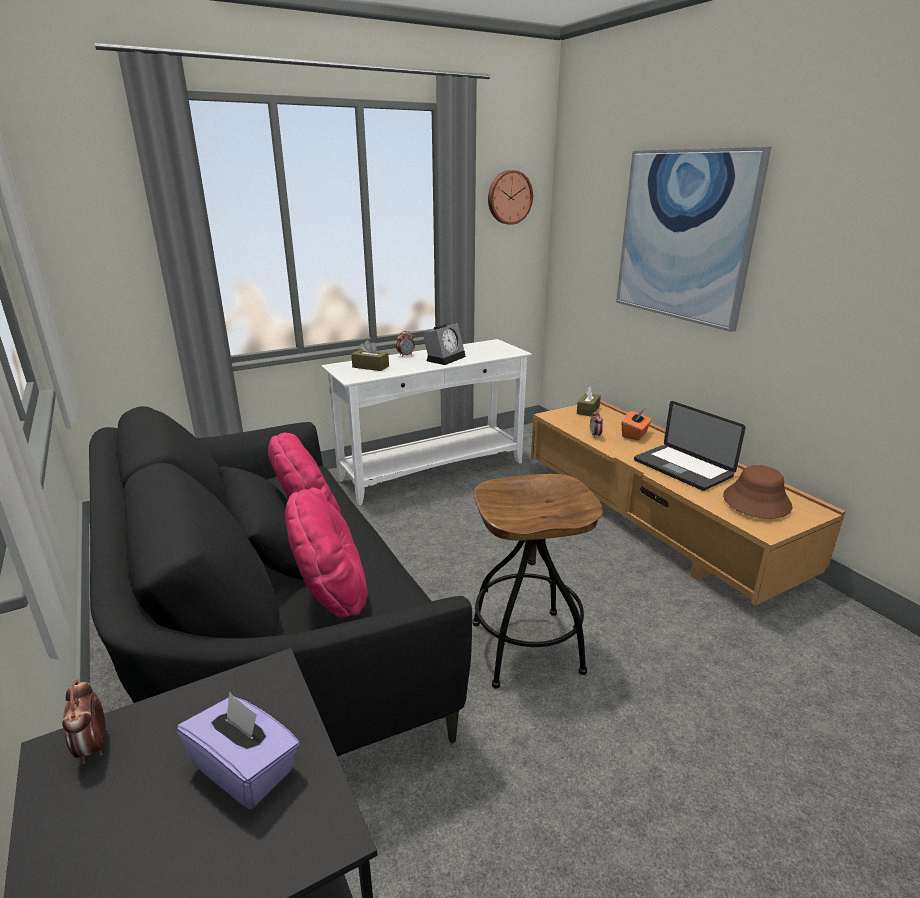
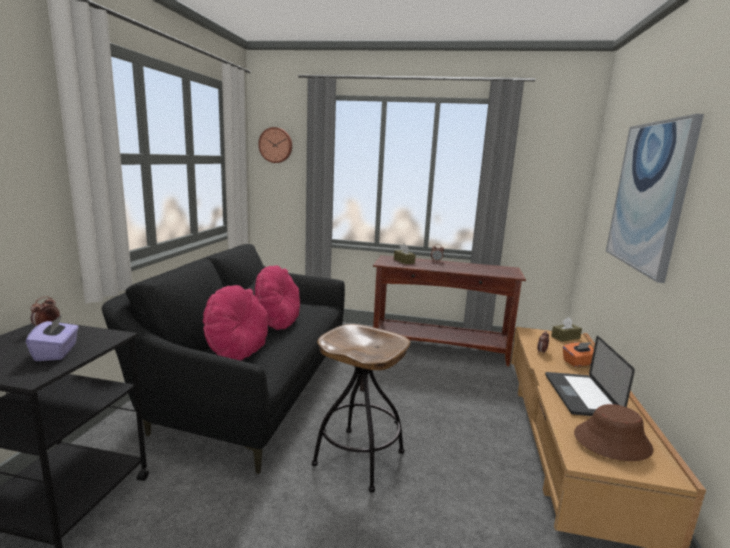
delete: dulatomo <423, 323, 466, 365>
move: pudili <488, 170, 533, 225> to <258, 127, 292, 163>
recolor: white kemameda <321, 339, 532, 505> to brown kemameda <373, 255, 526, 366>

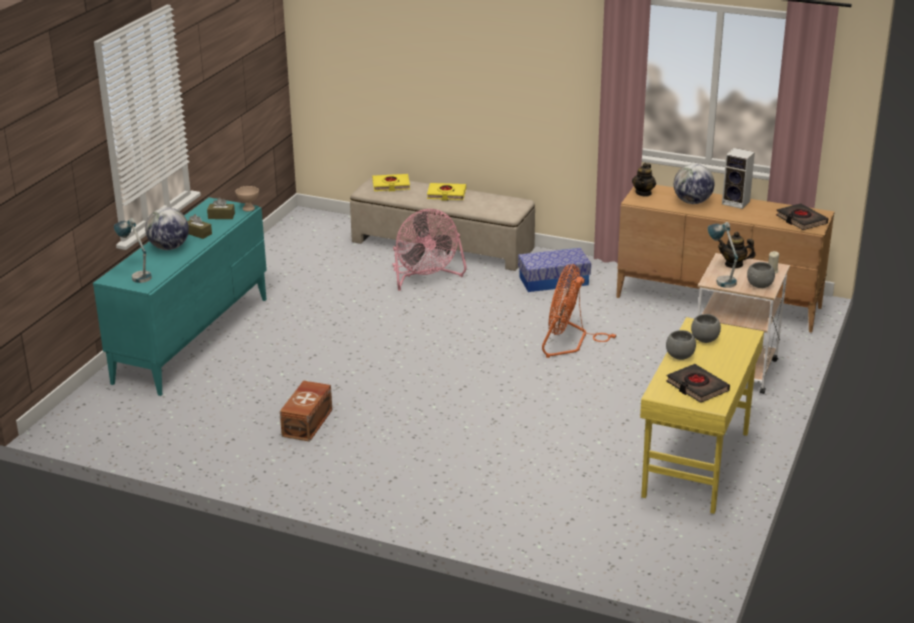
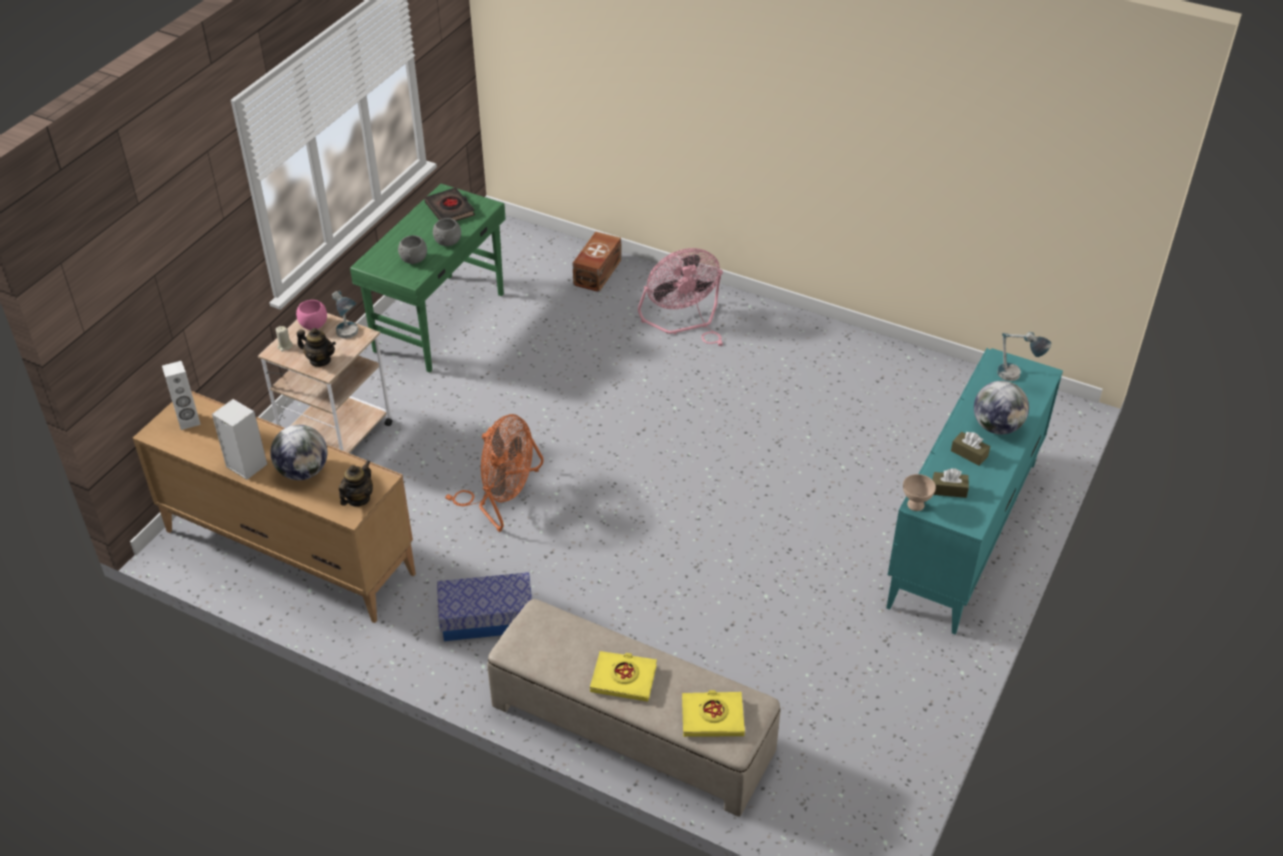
move: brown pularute <280, 381, 332, 442> to <573, 231, 621, 292>; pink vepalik <393, 209, 466, 291> to <638, 248, 723, 346>
replace: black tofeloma <776, 203, 828, 230> to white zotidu <162, 361, 201, 430>
recolor: yellow kemameda <640, 317, 764, 514> to green kemameda <350, 184, 506, 373>; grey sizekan <747, 262, 775, 288> to pink sizekan <296, 300, 327, 330>

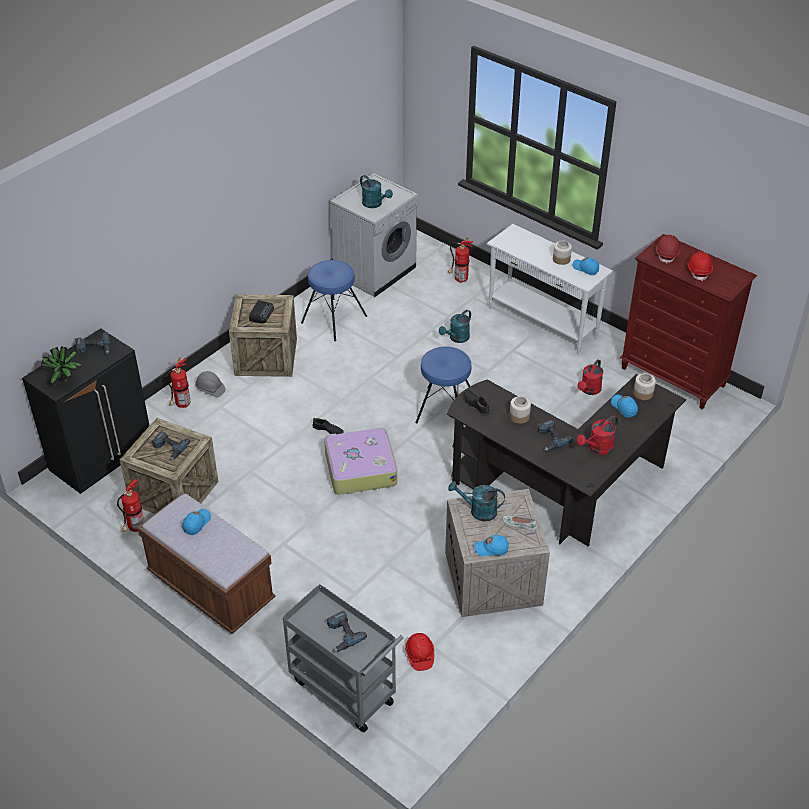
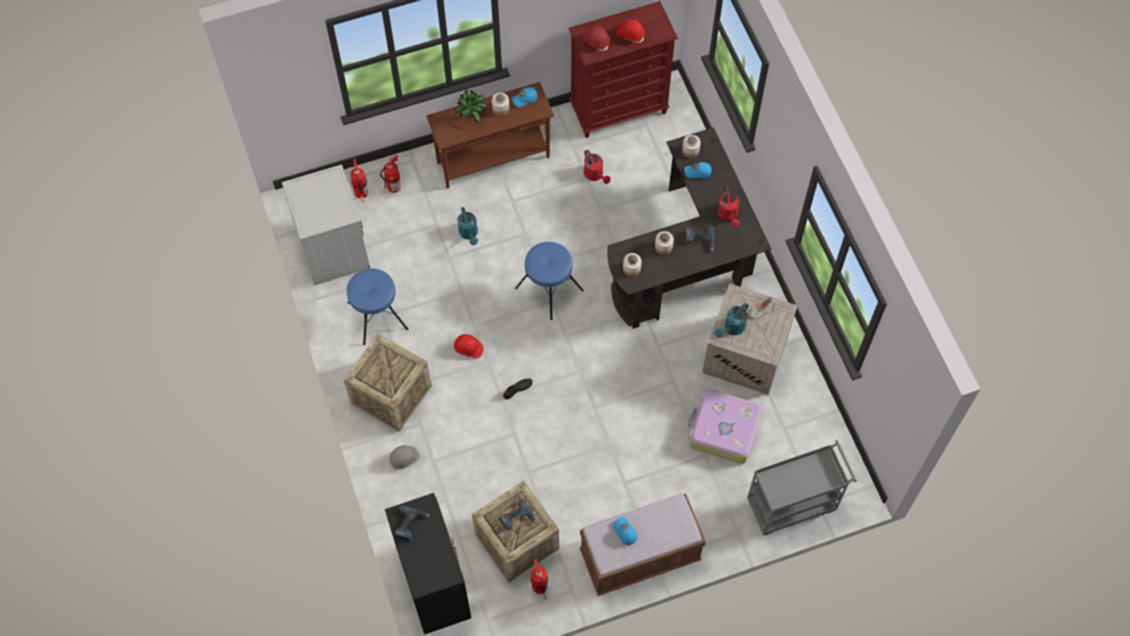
delete: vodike <249, 300, 274, 323>; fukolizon <327, 611, 367, 652>; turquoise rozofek <360, 175, 393, 208>; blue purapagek <474, 535, 509, 556>
move: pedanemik <41, 346, 82, 385> to <454, 90, 486, 123>; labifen <165, 358, 191, 408> to <350, 159, 368, 202>; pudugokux <324, 427, 397, 495> to <688, 389, 762, 464>; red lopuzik <405, 633, 434, 671> to <454, 334, 484, 358>
replace: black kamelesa <464, 390, 490, 416> to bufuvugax <623, 253, 642, 277>
recolor: white kemameda <487, 224, 613, 354> to brown kemameda <426, 82, 554, 189>

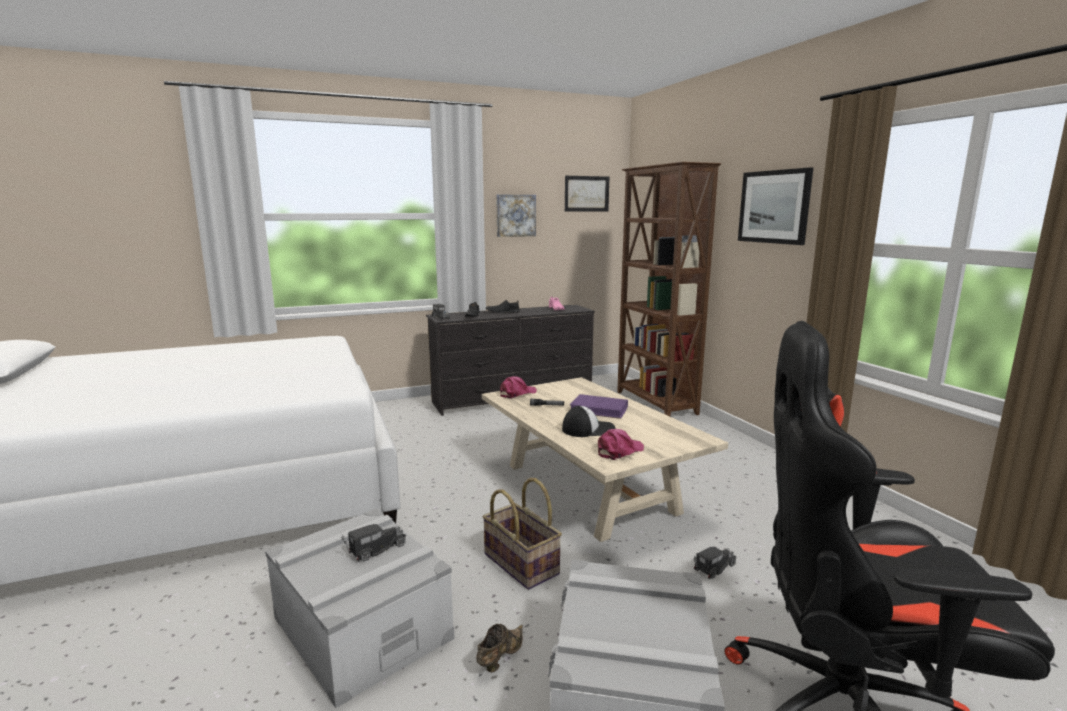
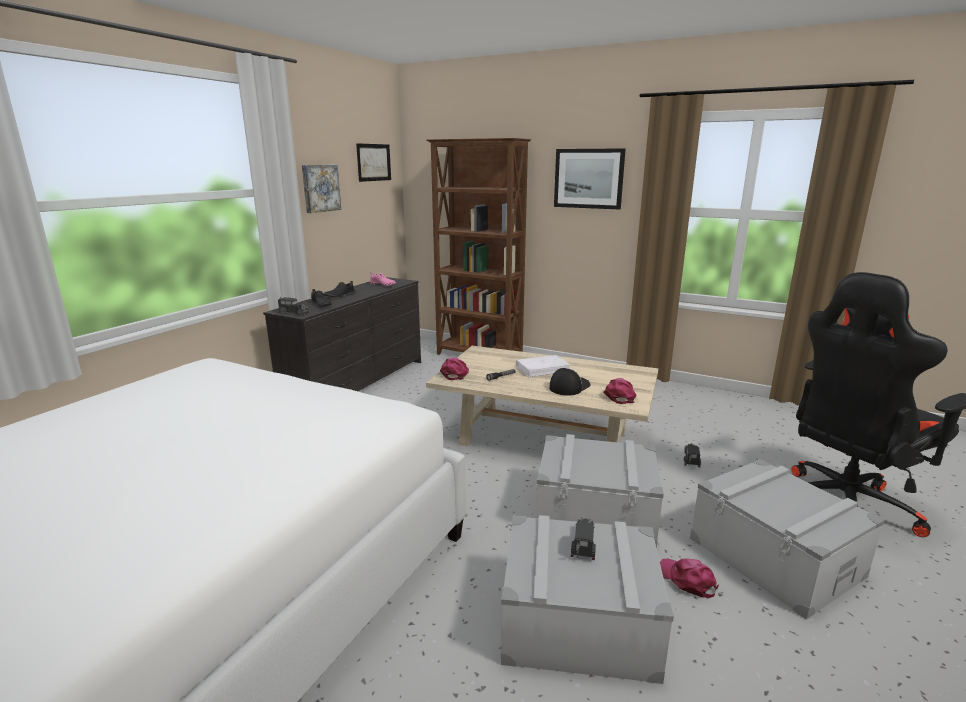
replace: brown kamelesa <476, 624, 523, 672> to pink purapagek <660, 558, 719, 598>; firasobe <483, 478, 562, 590> to grey pularute <536, 434, 664, 548>
recolor: purple tofeloma <570, 394, 628, 419> to white tofeloma <516, 355, 570, 377>

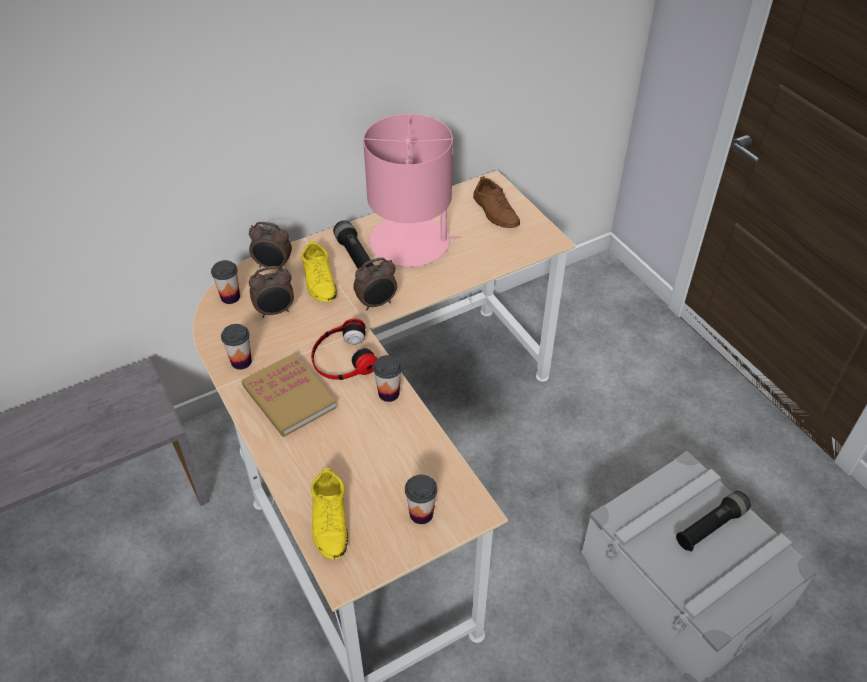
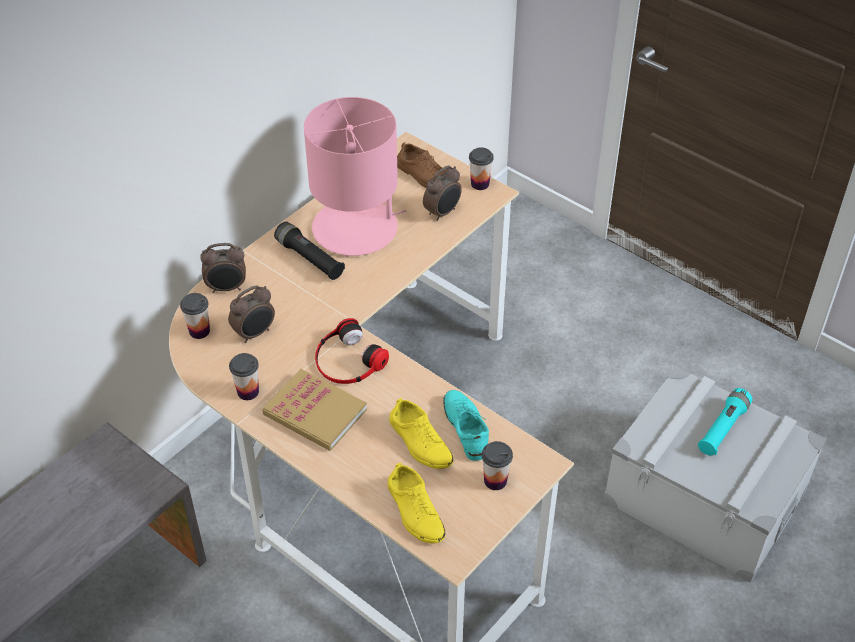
insert: turquoise kamelesa <443, 390, 489, 461>
move: yellow kamelesa <301, 240, 336, 302> to <389, 398, 453, 469>; dulatomo <353, 258, 397, 311> to <423, 165, 462, 221>; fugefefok <373, 355, 402, 402> to <469, 147, 494, 190>
recolor: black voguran <676, 491, 751, 552> to turquoise voguran <698, 388, 752, 455>

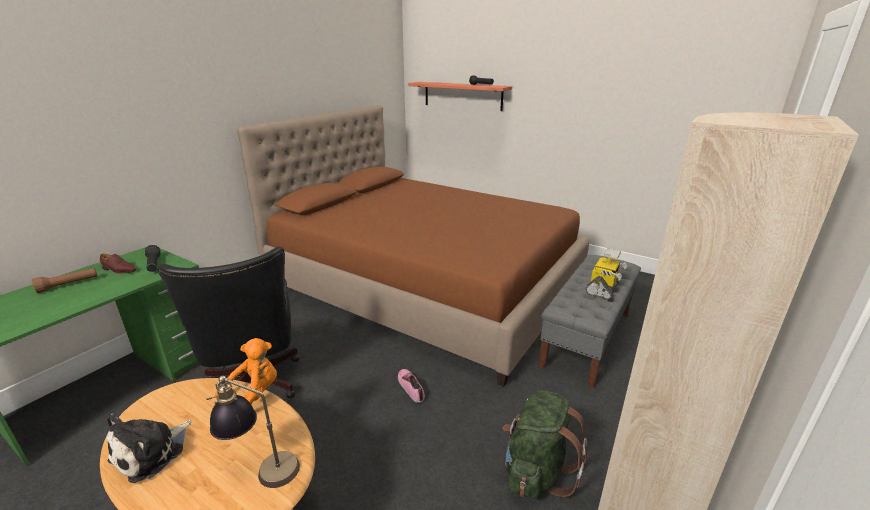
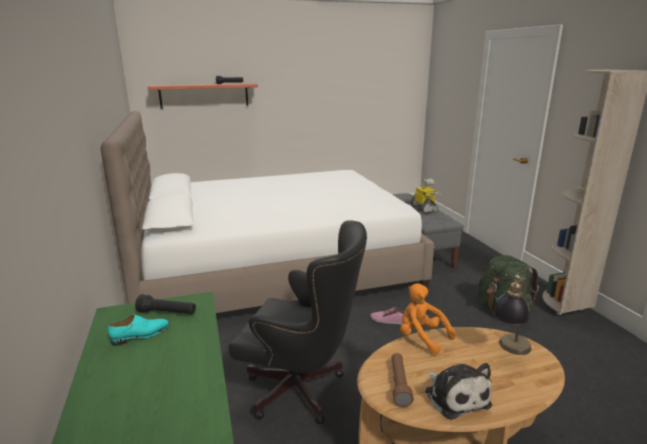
move: brown voguran <32, 268, 97, 293> to <391, 353, 414, 407>
recolor: brown kamelesa <100, 254, 136, 274> to turquoise kamelesa <108, 315, 169, 346>; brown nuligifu <237, 105, 589, 387> to white nuligifu <101, 111, 434, 313>
rotate: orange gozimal <215, 338, 277, 404> = <400, 283, 456, 355> 45 degrees counterclockwise

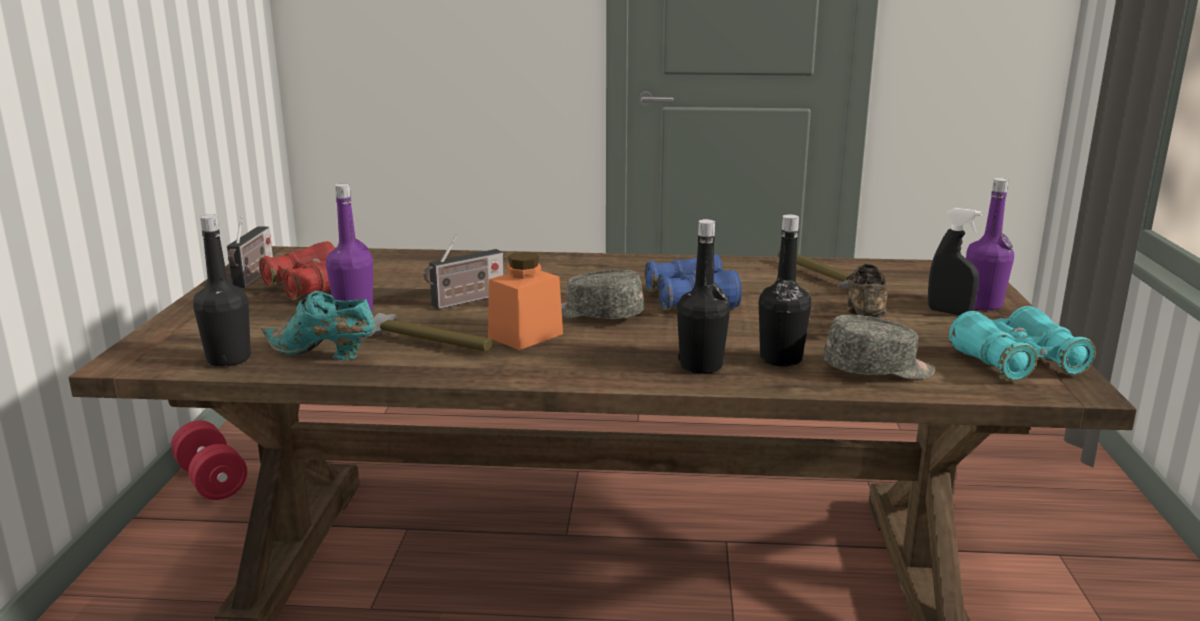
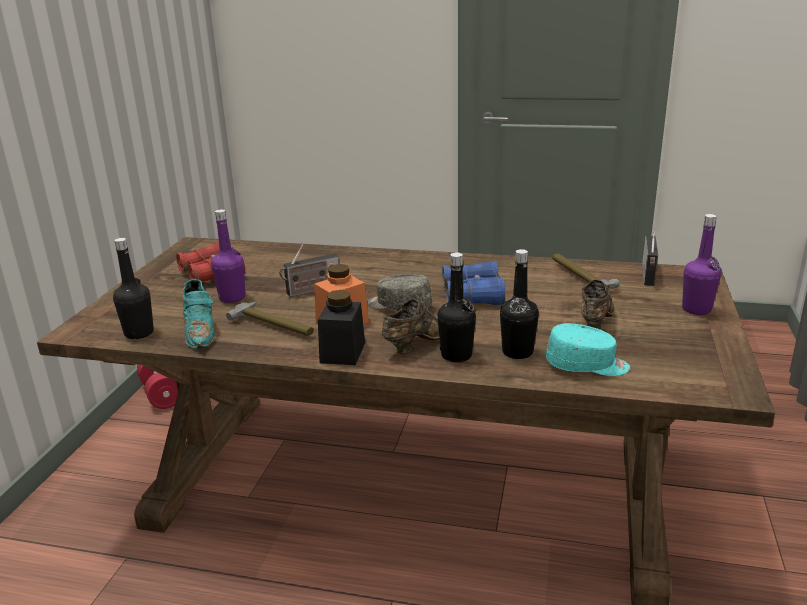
delete: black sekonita <928, 208, 982, 315>; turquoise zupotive <949, 306, 1096, 381>
insert: black bufuvugax <318, 290, 365, 365>; brown kamelesa <382, 299, 440, 354>
move: vodike <227, 216, 273, 288> to <642, 231, 658, 286>
recolor: grey purapagek <824, 315, 935, 380> to turquoise purapagek <546, 323, 630, 376>
rotate: turquoise kamelesa <261, 291, 375, 360> = <183, 279, 215, 349> 135 degrees counterclockwise

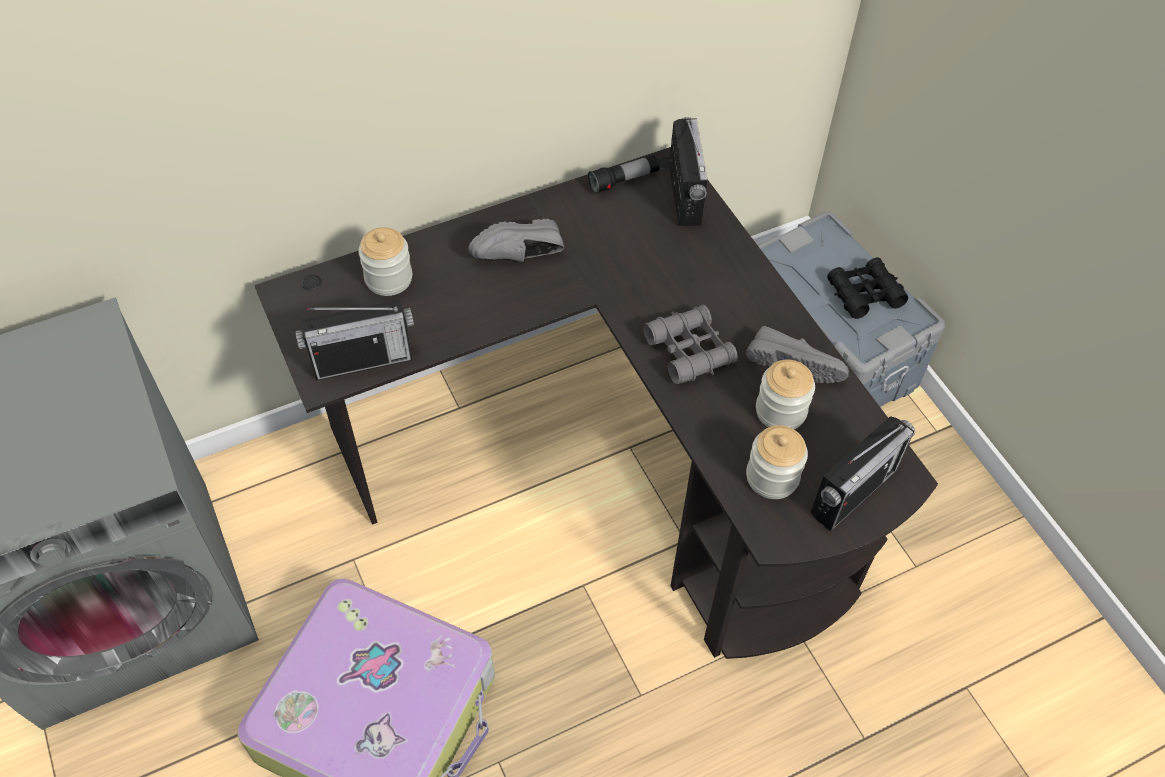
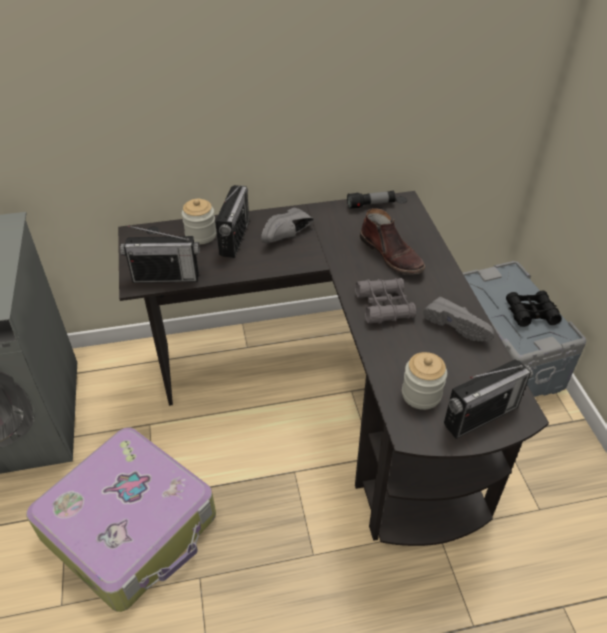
delete: bufuvugax <756, 360, 815, 430>
insert: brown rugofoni <360, 208, 425, 275>
move: vodike <669, 117, 708, 226> to <215, 185, 249, 258>
rotate: grey kamelesa <468, 219, 564, 262> = <261, 208, 314, 244> 45 degrees counterclockwise

